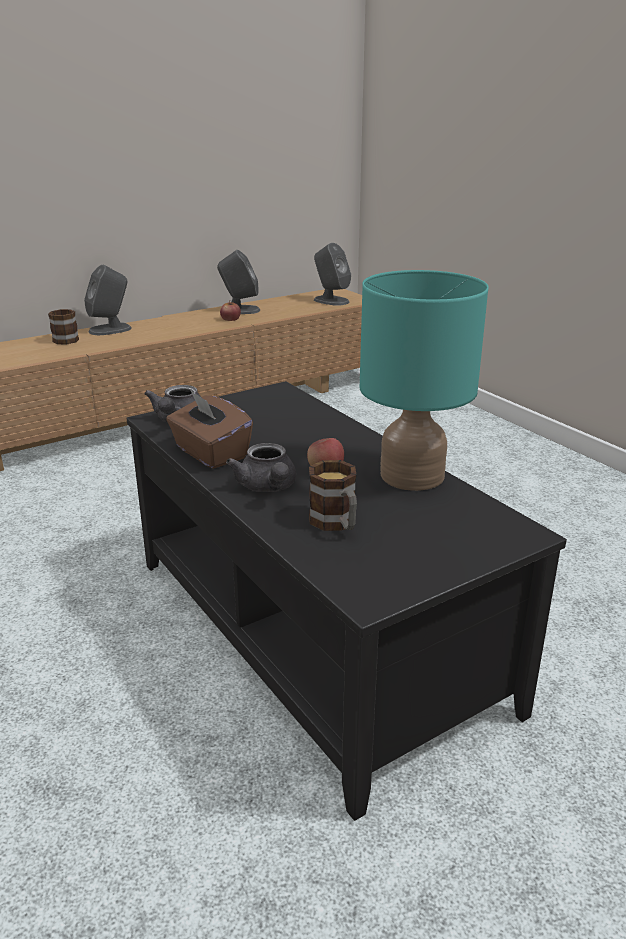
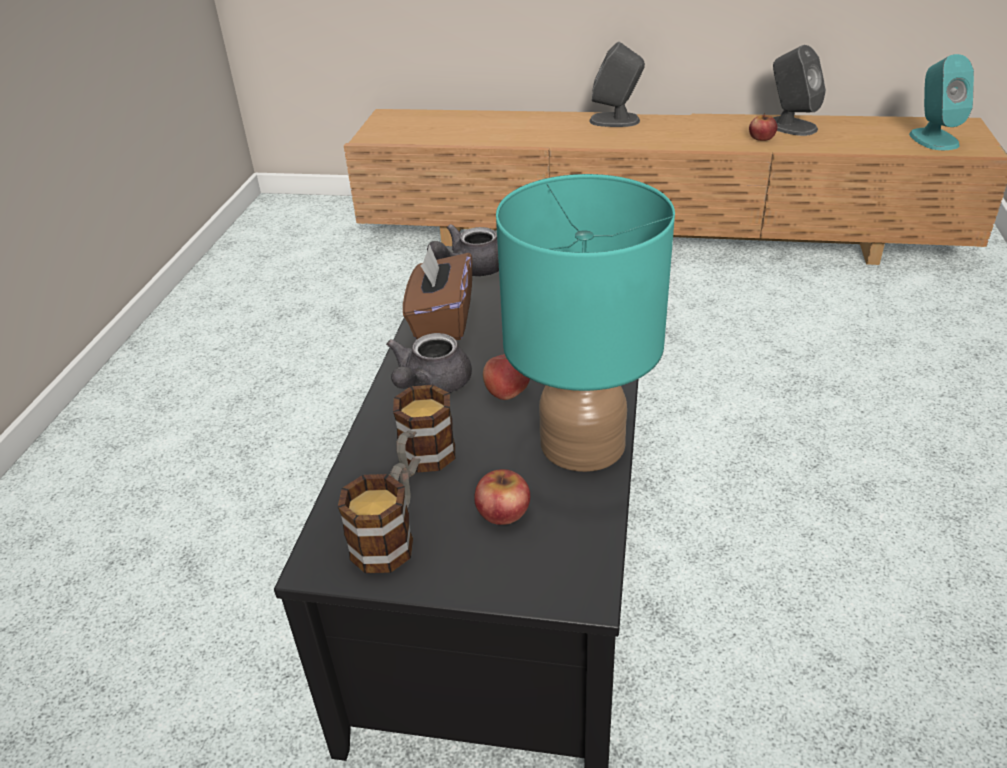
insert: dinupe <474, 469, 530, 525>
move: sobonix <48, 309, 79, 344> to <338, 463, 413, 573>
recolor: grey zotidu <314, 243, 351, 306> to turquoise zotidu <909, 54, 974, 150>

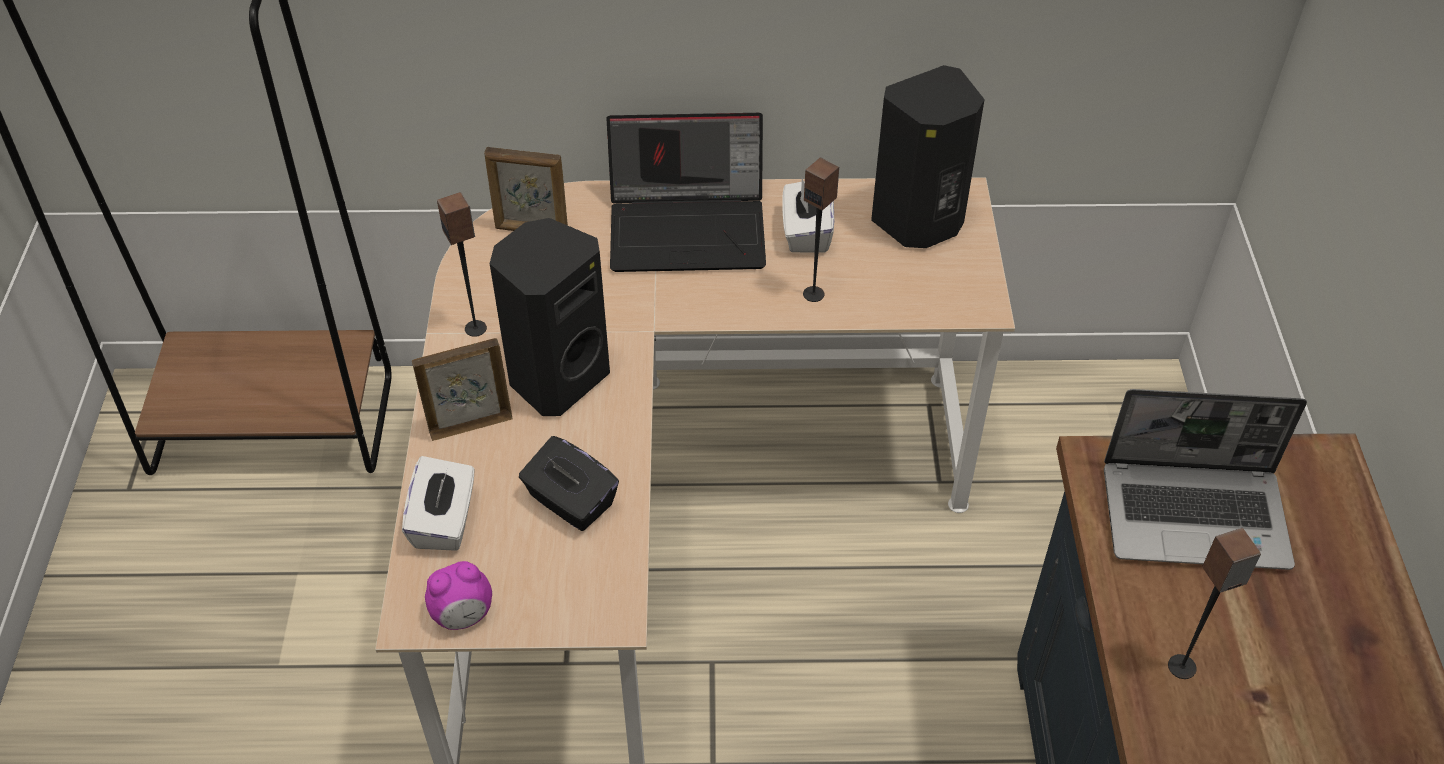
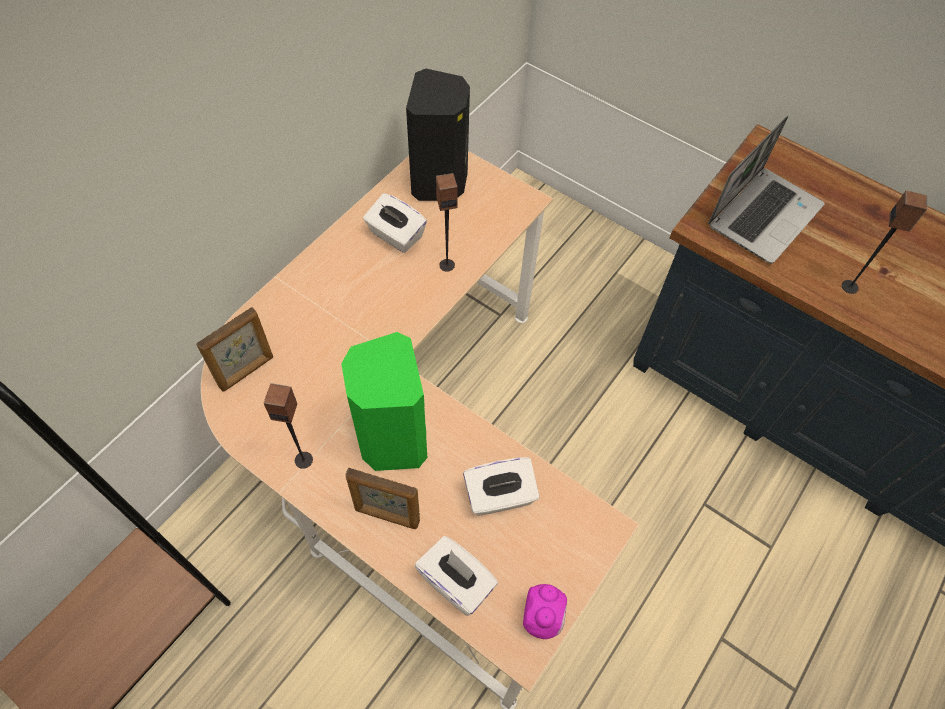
delete: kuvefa <606, 113, 766, 272>
recolor: black zotidu <490, 218, 610, 416> to green zotidu <341, 332, 427, 471>; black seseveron <519, 436, 619, 531> to white seseveron <463, 457, 540, 516>
rotate: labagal <412, 338, 513, 441> = <345, 468, 420, 529> 90 degrees counterclockwise

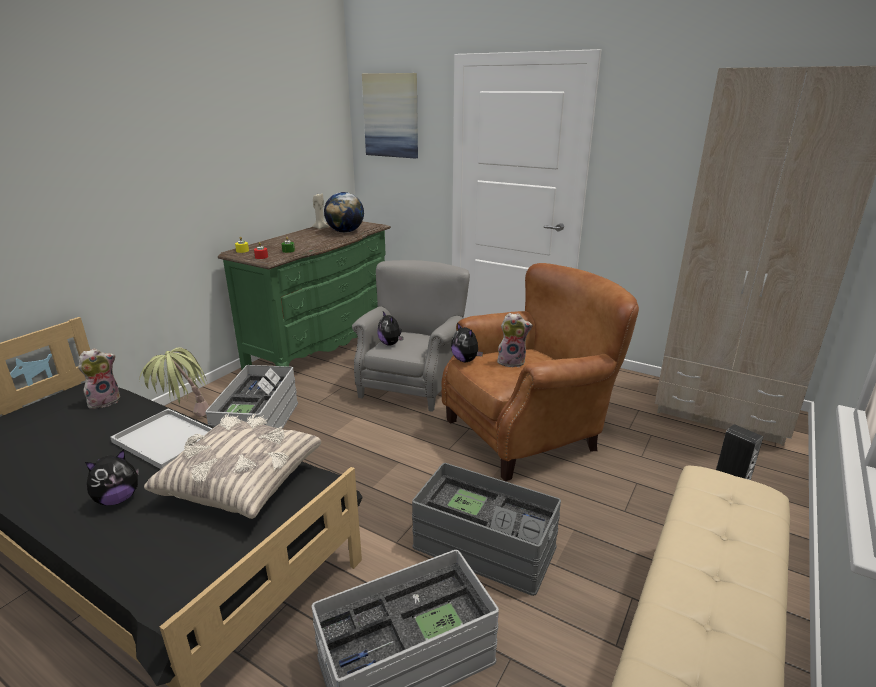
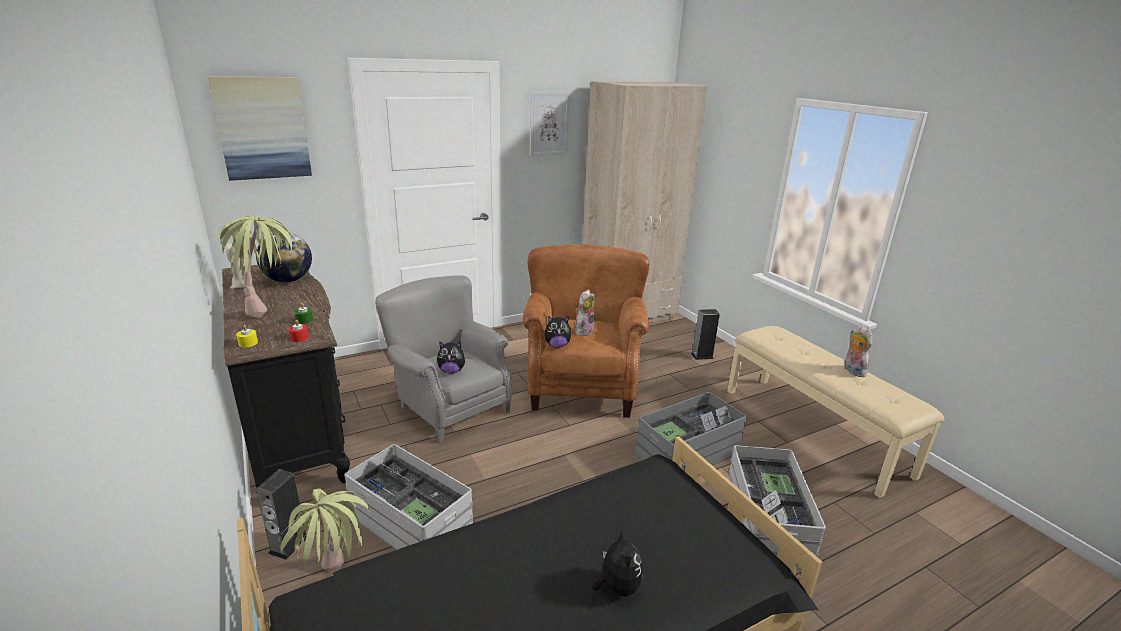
delete: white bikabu <110, 408, 212, 469>; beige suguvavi <144, 414, 321, 519>
insert: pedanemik <214, 216, 296, 318>; zotidu <256, 469, 307, 560>; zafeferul <530, 92, 570, 156>
move: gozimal <78, 348, 120, 409> to <844, 326, 873, 377>
recolor: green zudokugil <218, 221, 391, 370> to black zudokugil <222, 265, 350, 488>

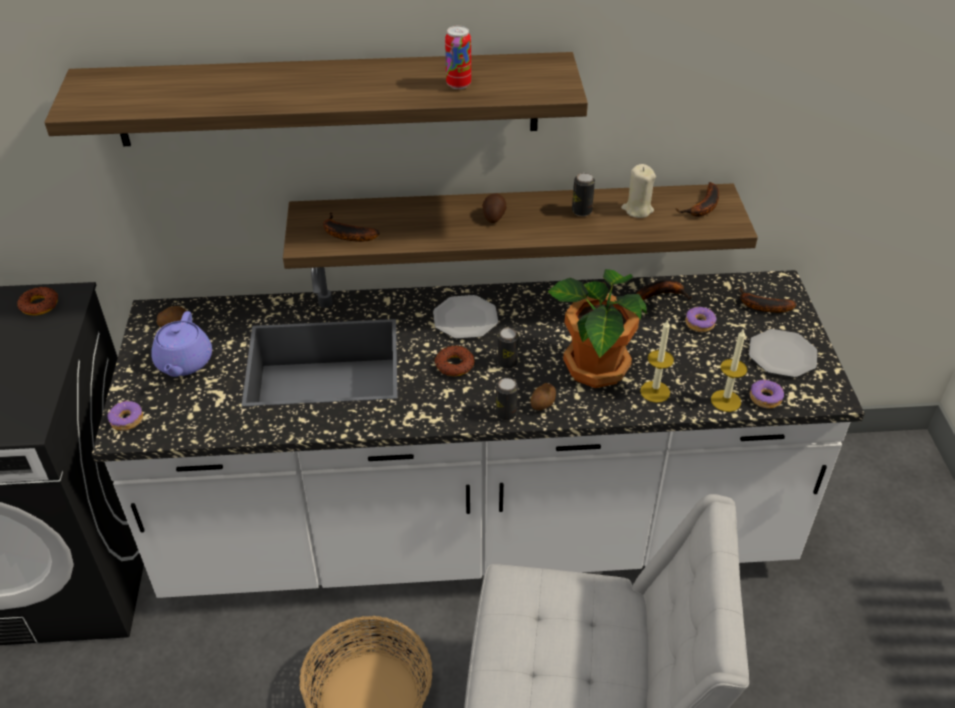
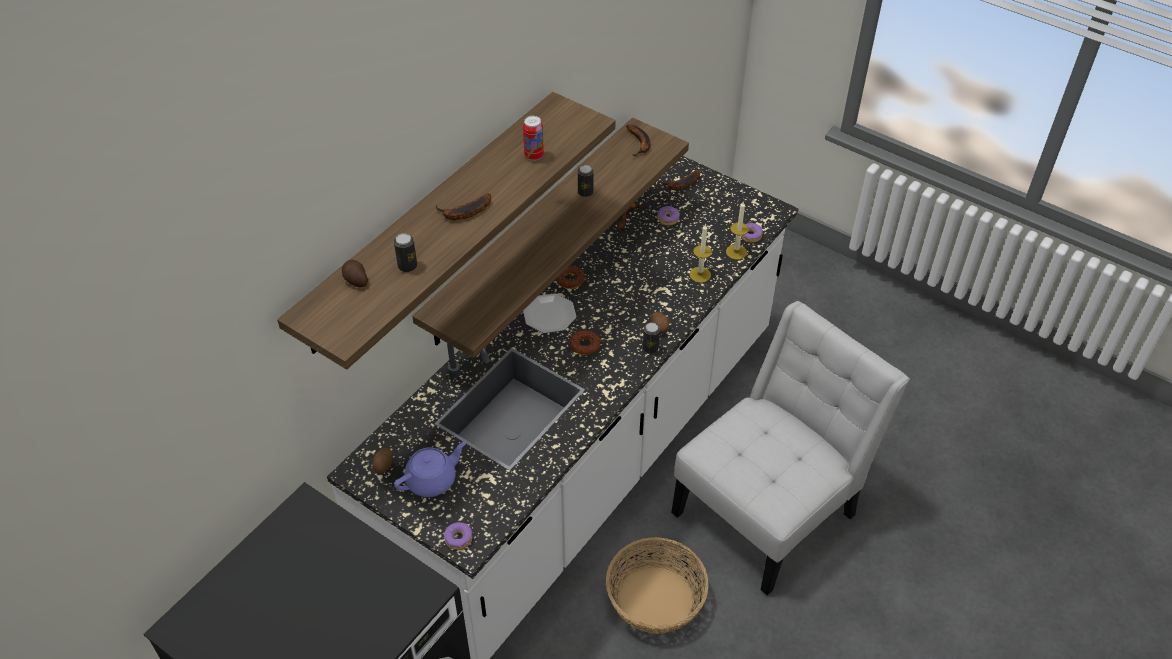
delete: pedanemik <548, 269, 647, 388>; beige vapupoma <621, 164, 656, 218>; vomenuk <749, 329, 817, 377>
move: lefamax <17, 287, 58, 316> to <556, 265, 585, 289>; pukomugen <323, 212, 380, 242> to <436, 194, 491, 220>; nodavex <482, 193, 506, 223> to <342, 260, 368, 287>; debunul <497, 328, 519, 369> to <394, 233, 417, 272>
rotate: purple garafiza <151, 311, 212, 377> = <394, 442, 466, 497> 75 degrees counterclockwise

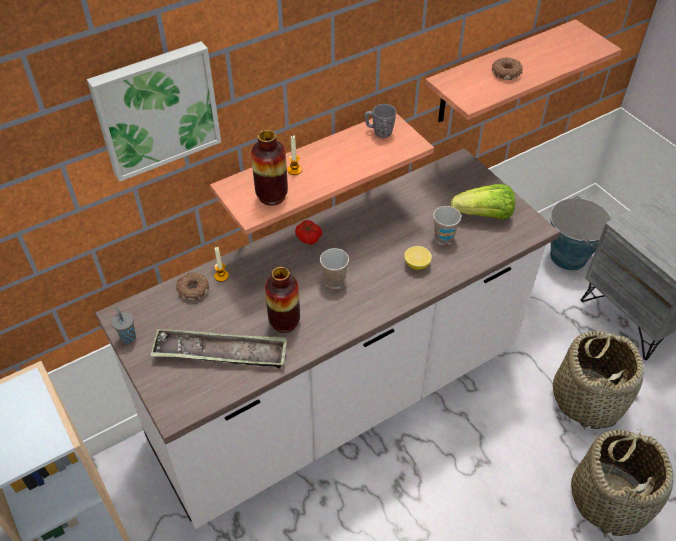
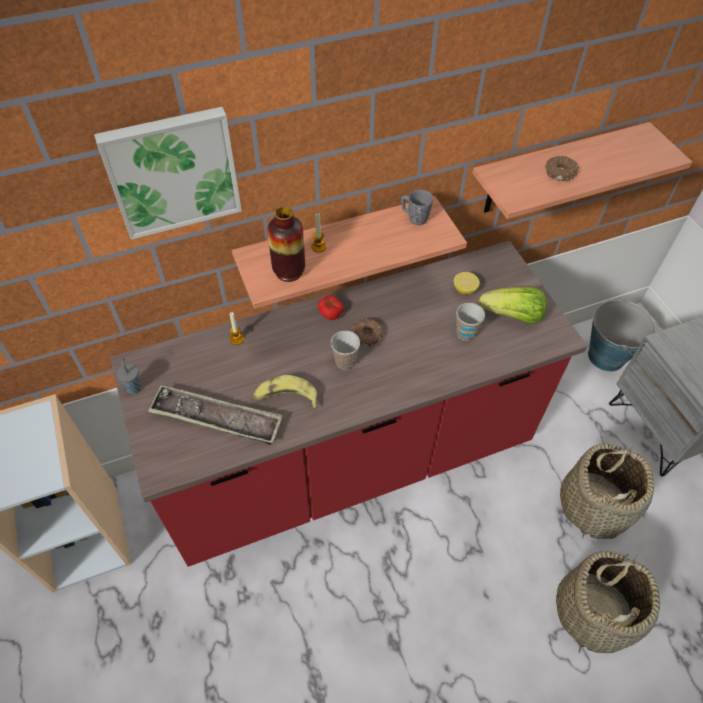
move: lefamax <176, 272, 209, 300> to <351, 318, 383, 346>; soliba <404, 246, 432, 270> to <454, 272, 480, 295>
replace: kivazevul <265, 267, 300, 333> to pukomugen <253, 375, 318, 409>
recolor: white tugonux <95, 148, 560, 529> to red tugonux <110, 241, 587, 567>

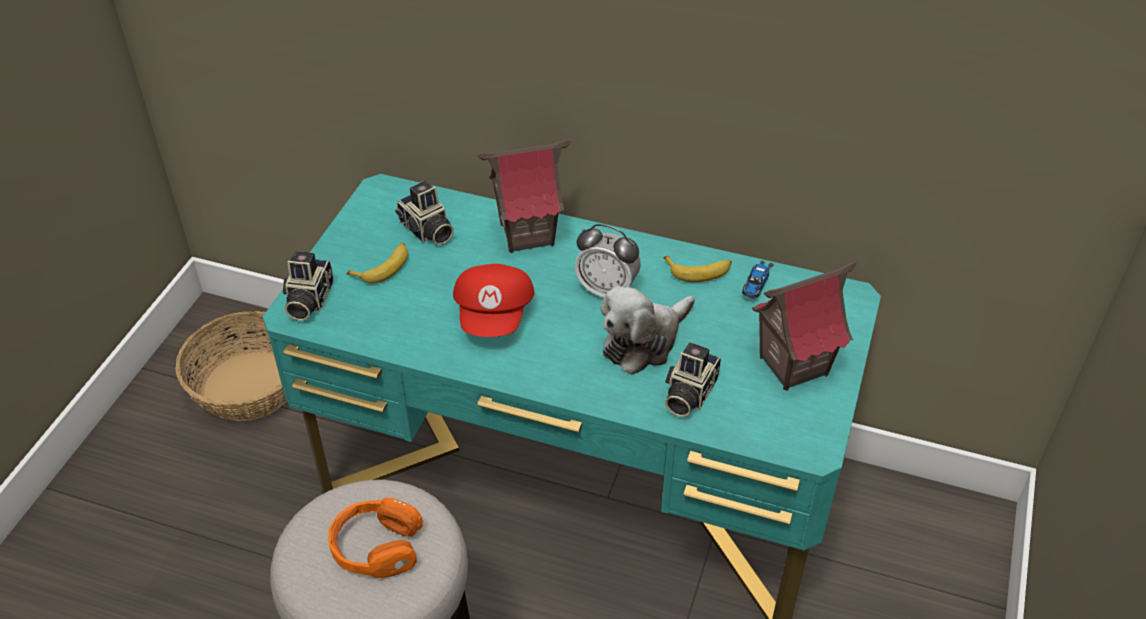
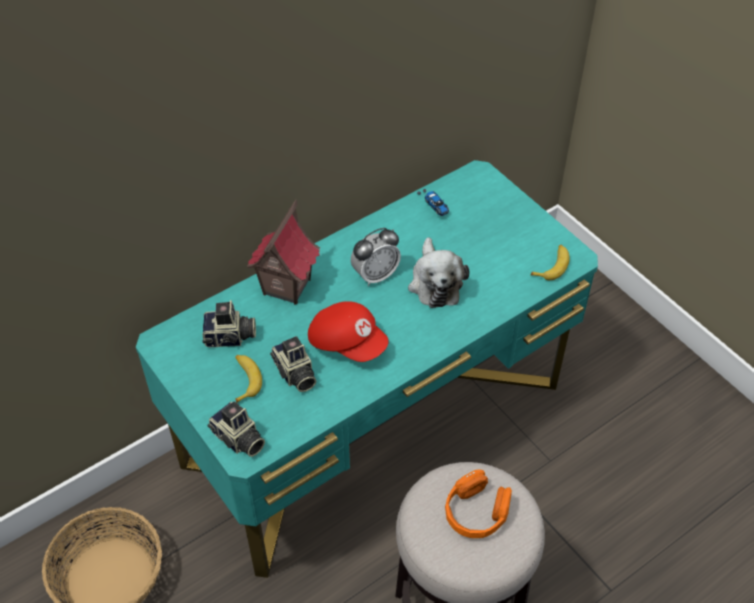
delete: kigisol <752, 262, 856, 391>
move: pukomugen <664, 256, 732, 282> to <530, 245, 570, 280>; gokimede <665, 342, 721, 417> to <270, 336, 316, 392>

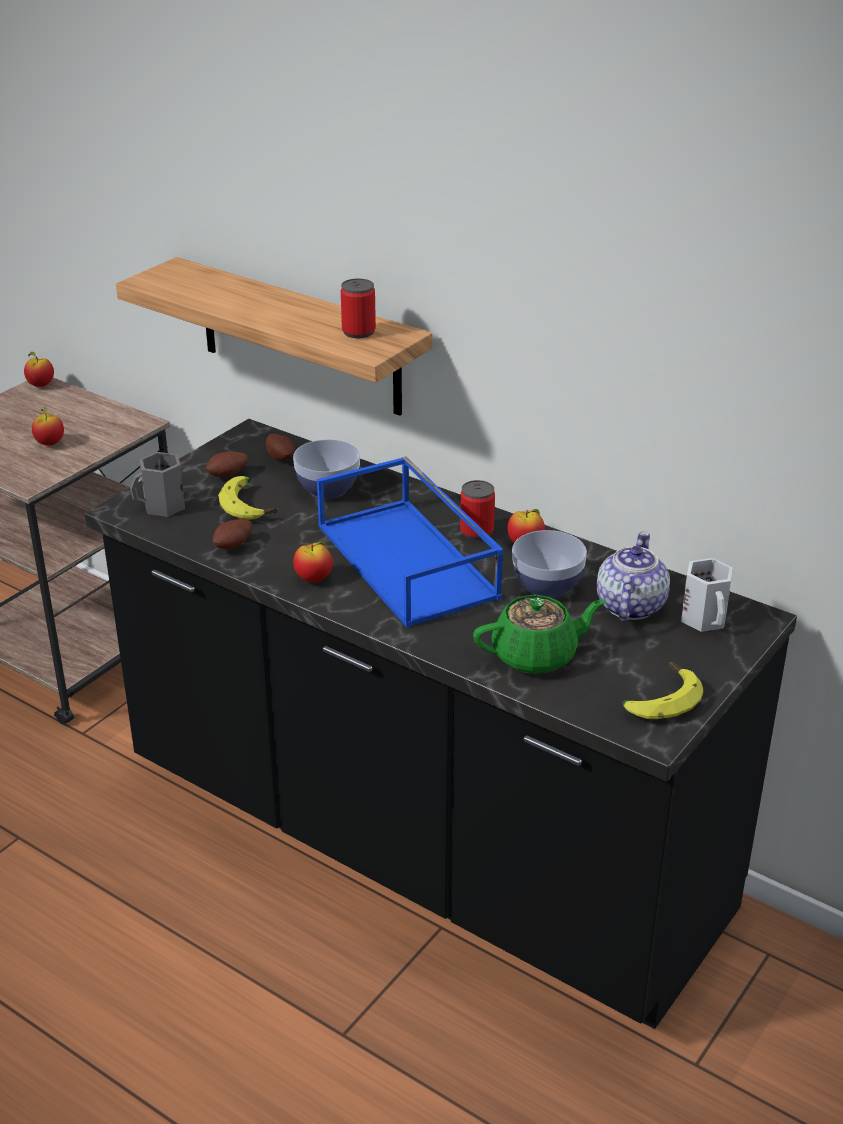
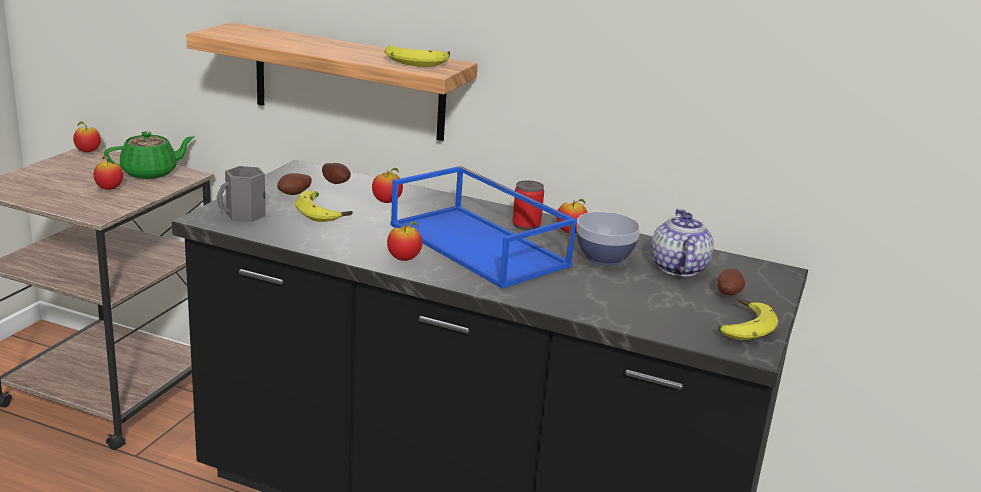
delete: white sobonix <681, 558, 733, 632>
move: nodavex <213, 519, 252, 549> to <718, 269, 745, 295>; green garafiza <473, 595, 606, 674> to <104, 131, 194, 179>
replace: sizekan <293, 439, 360, 499> to dinupe <372, 168, 403, 203>; debunul <341, 278, 376, 338> to pukomugen <384, 45, 450, 67>

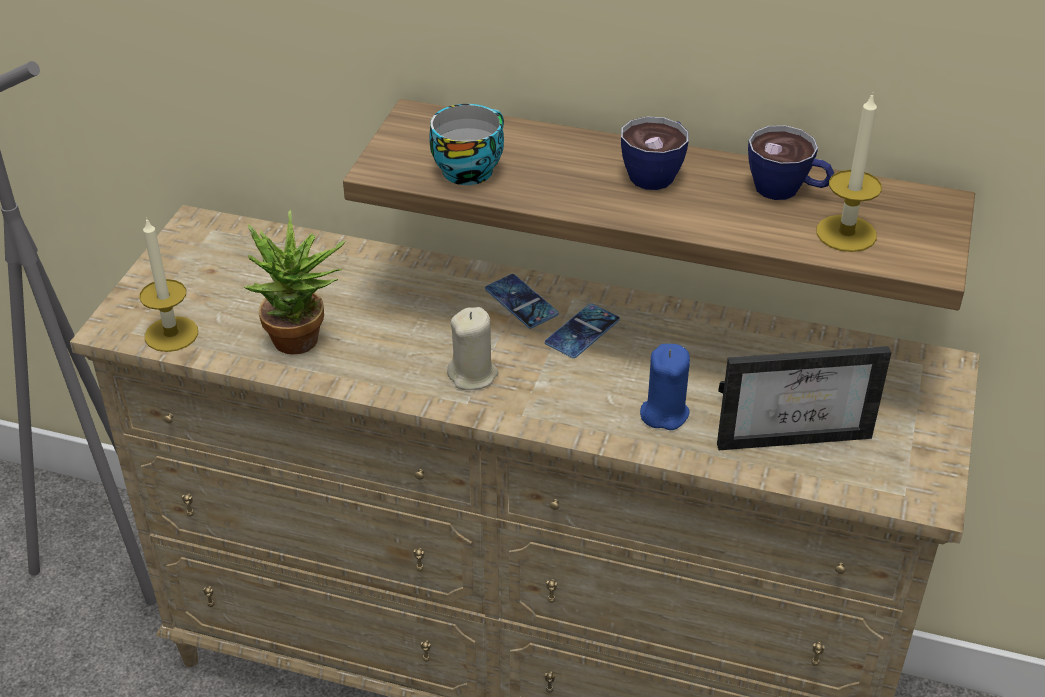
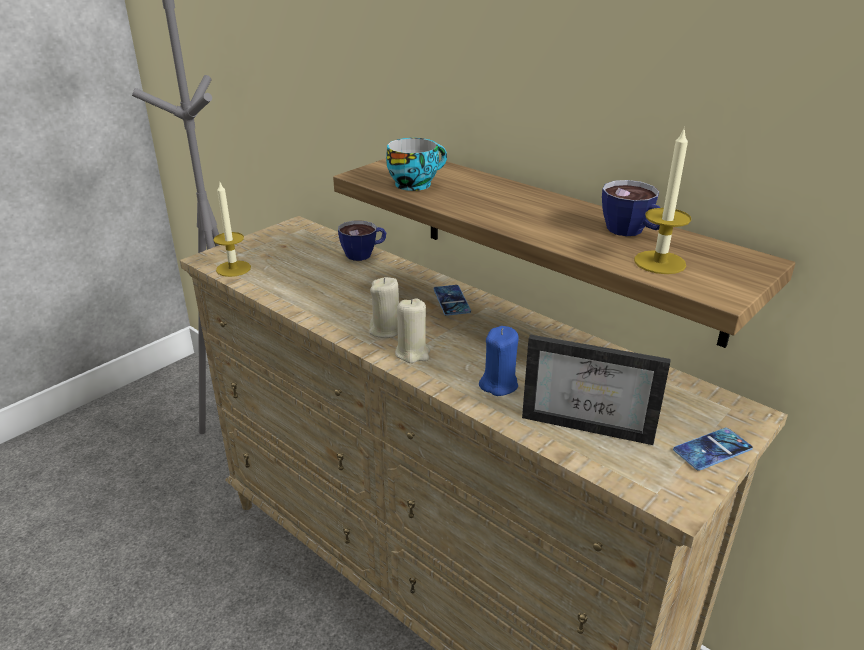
delete: pedanemik <244, 210, 346, 354>
insert: beige vapupoma <395, 298, 430, 363>
move: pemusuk <545, 304, 620, 358> to <673, 428, 753, 471>; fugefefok <621, 116, 689, 190> to <338, 221, 386, 261>

